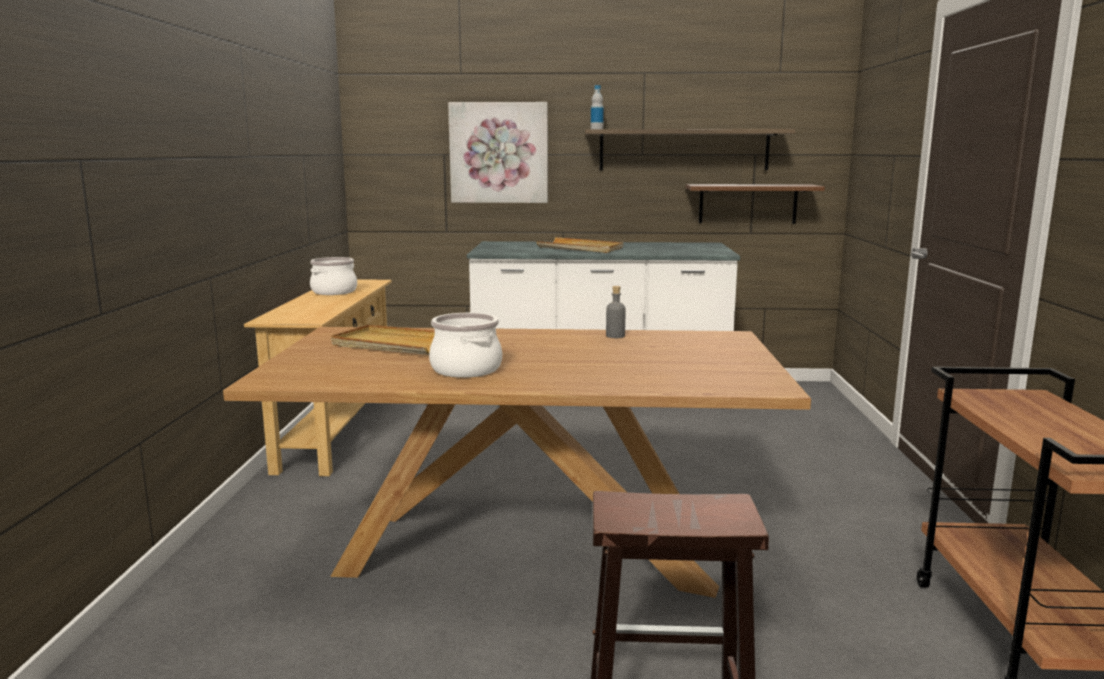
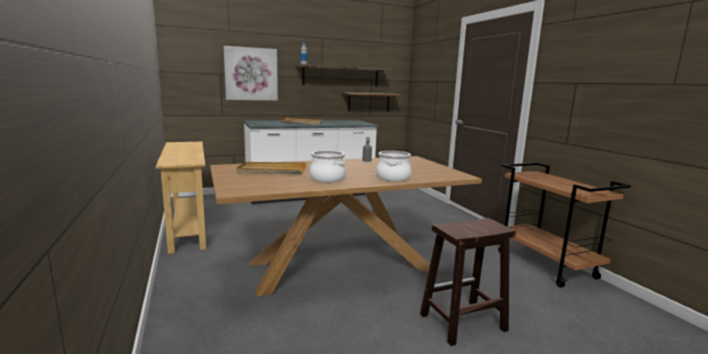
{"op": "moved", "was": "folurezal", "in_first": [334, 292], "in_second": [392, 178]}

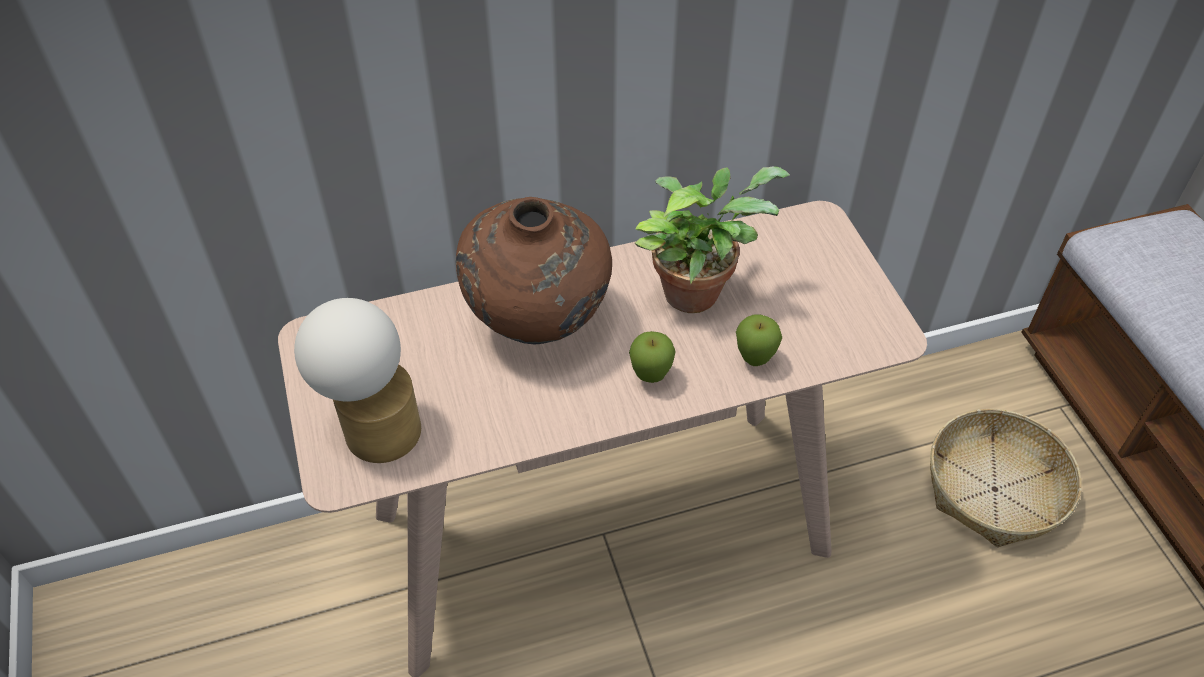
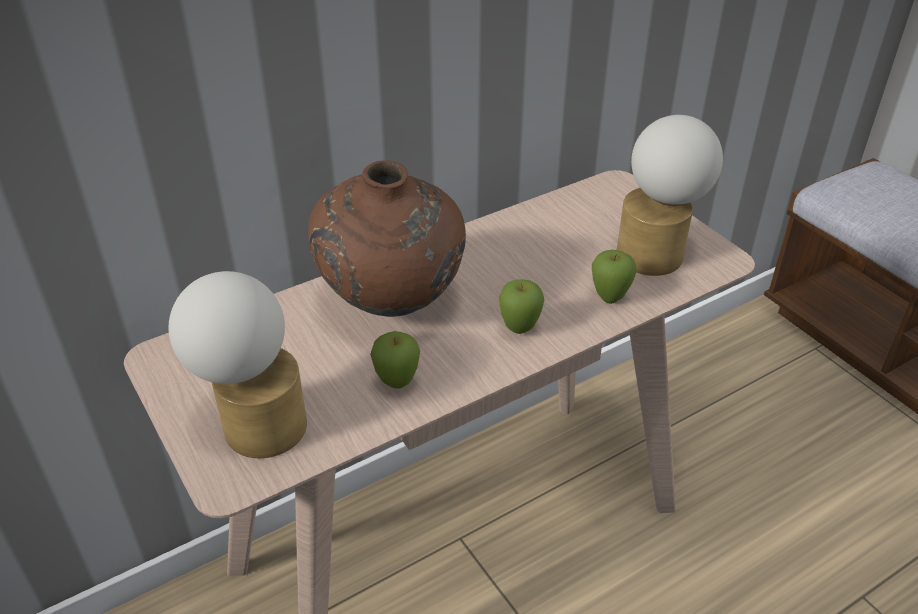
{"op": "removed", "was": "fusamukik", "in_first": [696, 289]}
{"op": "removed", "was": "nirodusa", "in_first": [995, 489]}
{"op": "added", "now": "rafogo", "in_second": [397, 384]}
{"op": "added", "now": "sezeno", "in_second": [658, 252]}

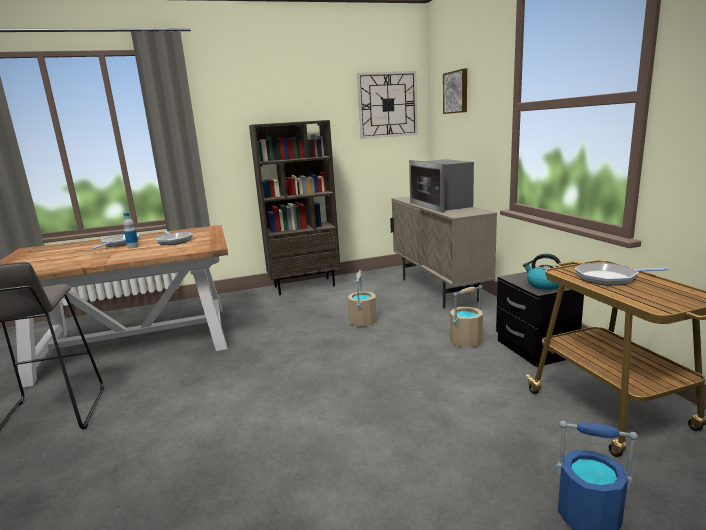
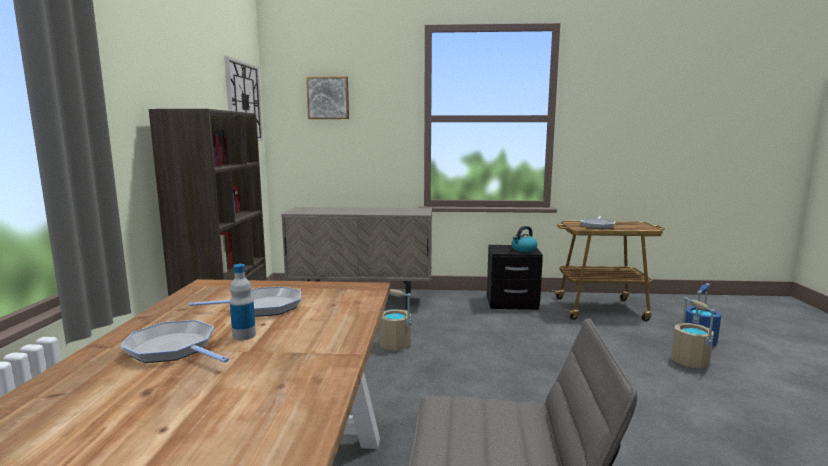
{"op": "removed", "was": "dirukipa", "in_first": [441, 205]}
{"op": "moved", "was": "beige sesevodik", "in_first": [466, 341], "in_second": [690, 361]}

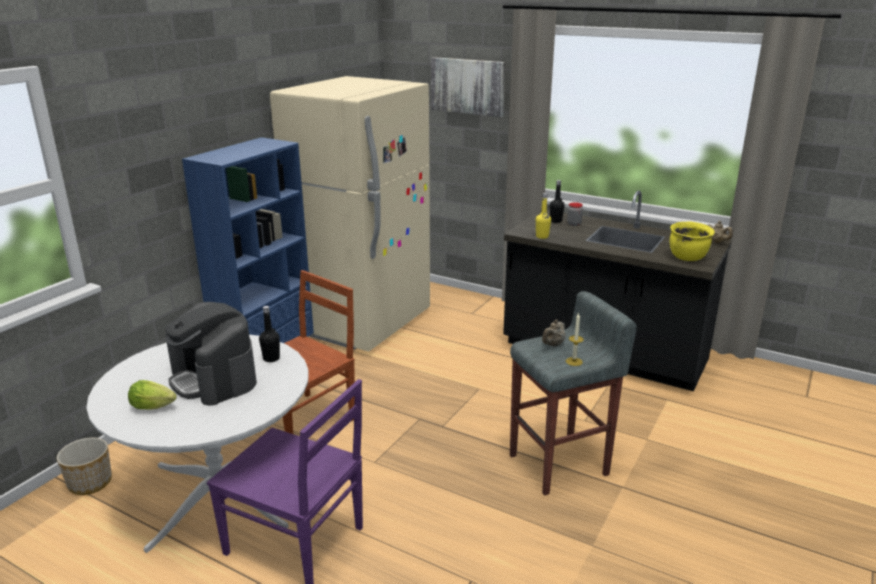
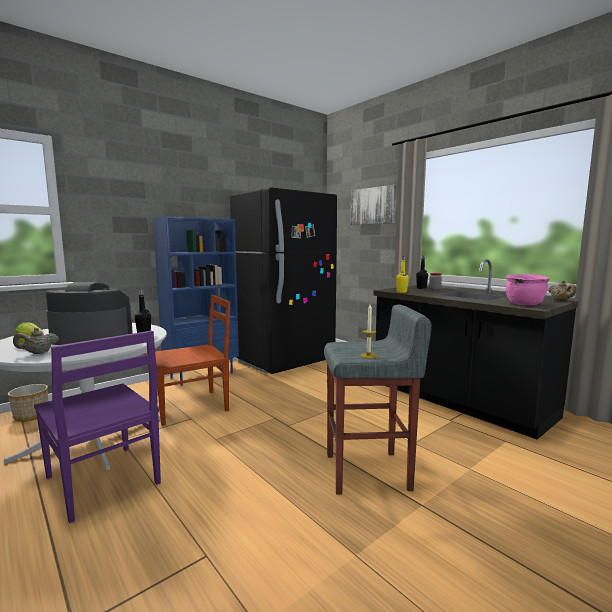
{"op": "turned", "was": "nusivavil", "in_first": [214, 379], "in_second": [92, 338], "clockwise": 105}
{"op": "recoloured", "was": "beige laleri", "now": "black laleri", "in_first": [363, 323], "in_second": [285, 361]}
{"op": "moved", "was": "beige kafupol", "in_first": [553, 345], "in_second": [38, 353]}
{"op": "recoloured", "was": "yellow folurezal", "now": "pink folurezal", "in_first": [688, 258], "in_second": [525, 304]}

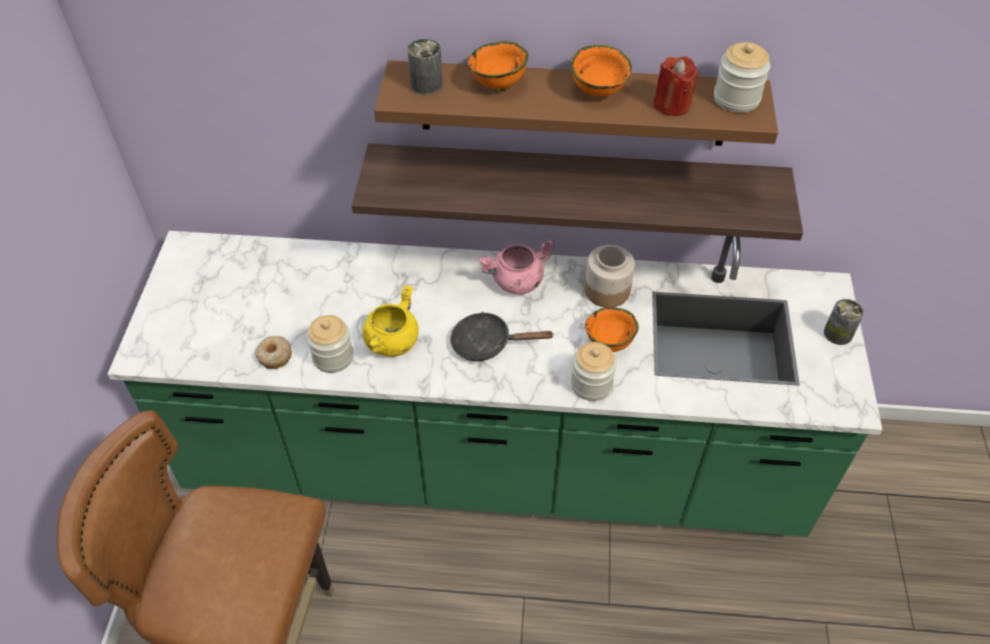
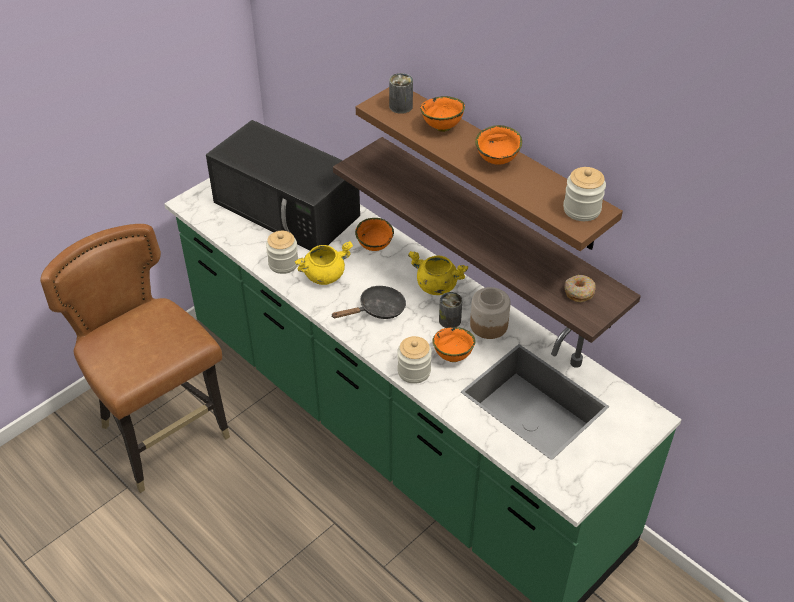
{"op": "moved", "was": "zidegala", "in_first": [274, 356], "in_second": [578, 292]}
{"op": "turned", "was": "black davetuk", "in_first": [487, 343], "in_second": [378, 310], "clockwise": 105}
{"op": "recoloured", "was": "pink folurezal", "now": "yellow folurezal", "in_first": [516, 282], "in_second": [436, 286]}
{"op": "removed", "was": "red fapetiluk", "in_first": [672, 104]}
{"op": "moved", "was": "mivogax", "in_first": [838, 333], "in_second": [450, 320]}
{"op": "added", "now": "black dirukipa", "in_second": [288, 209]}
{"op": "added", "now": "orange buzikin", "in_second": [375, 246]}

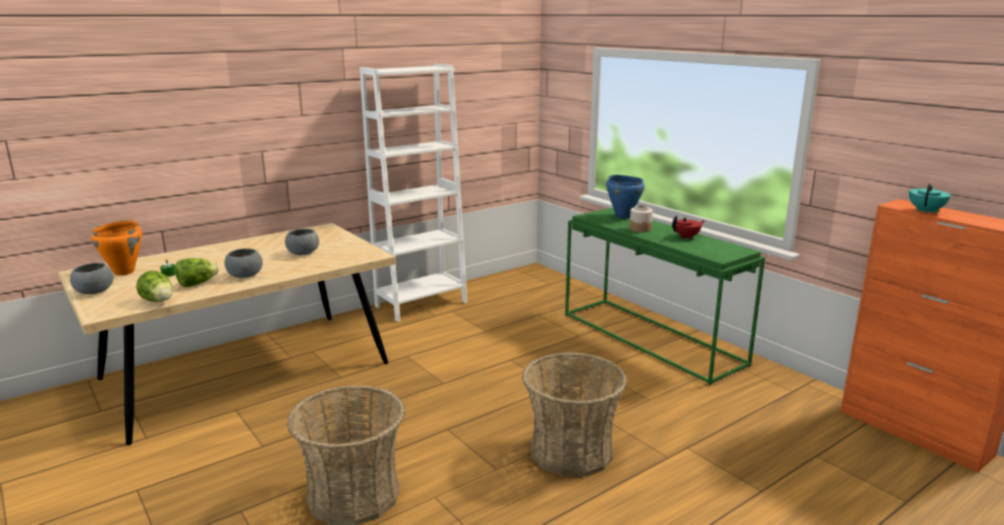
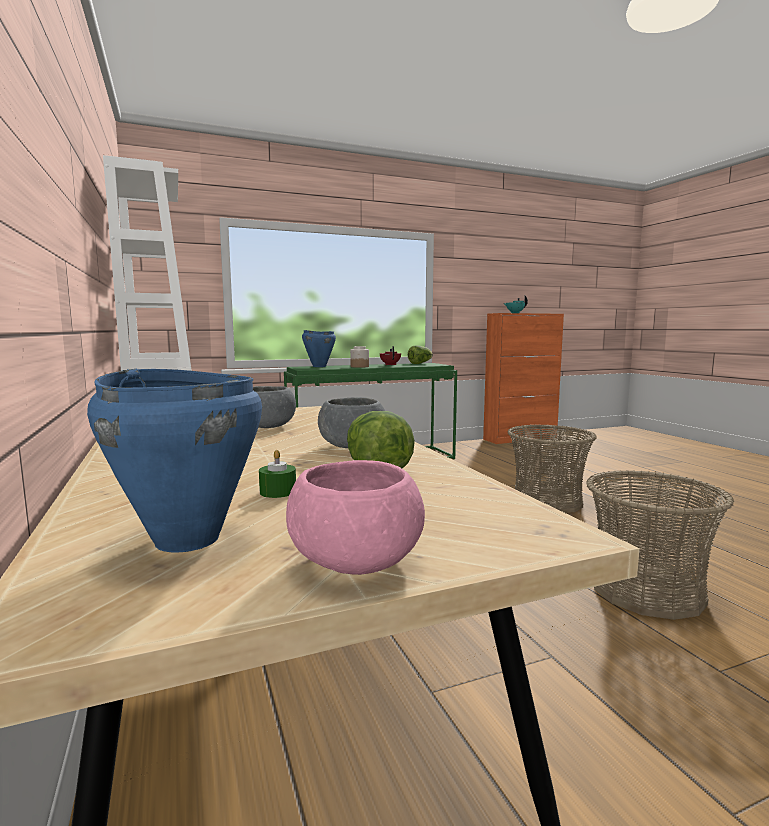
{"op": "recoloured", "was": "grey buzikin", "now": "pink buzikin", "in_first": [94, 291], "in_second": [355, 563]}
{"op": "recoloured", "was": "orange folurezal", "now": "blue folurezal", "in_first": [124, 272], "in_second": [187, 539]}
{"op": "moved", "was": "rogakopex", "in_first": [159, 301], "in_second": [420, 363]}

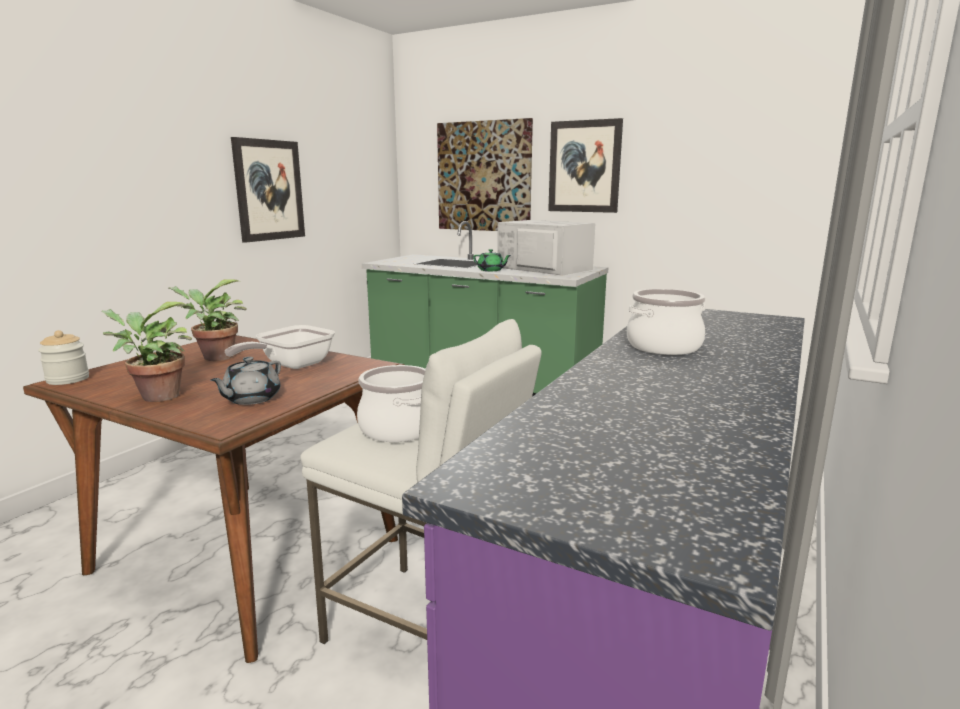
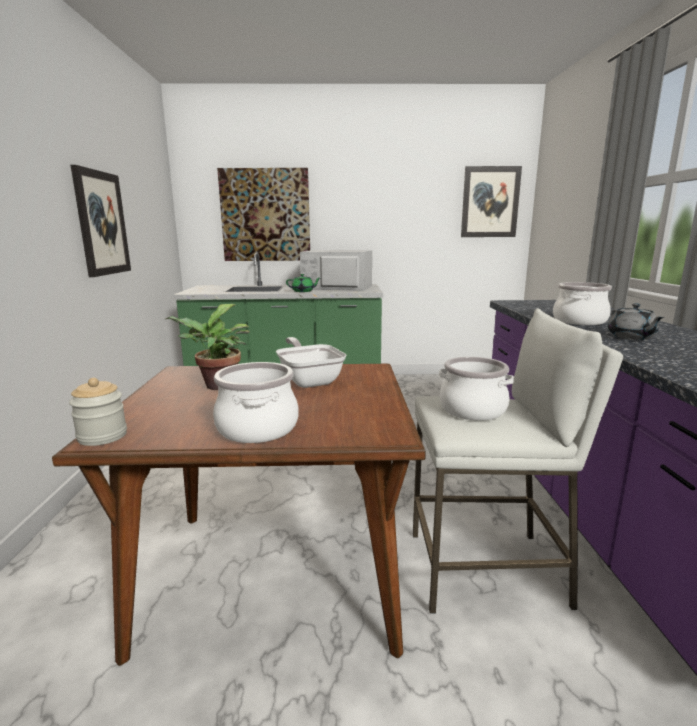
{"op": "replaced", "was": "fusamukik", "now": "folurezal", "in_first": [155, 396], "in_second": [256, 428]}
{"op": "moved", "was": "grey kafupol", "in_first": [251, 399], "in_second": [631, 337]}
{"op": "turned", "was": "davetuk", "in_first": [291, 365], "in_second": [309, 380], "clockwise": 150}
{"op": "moved", "was": "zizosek", "in_first": [584, 166], "in_second": [490, 202]}

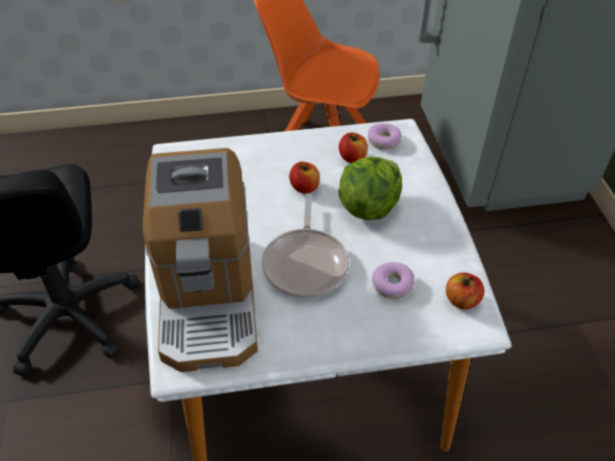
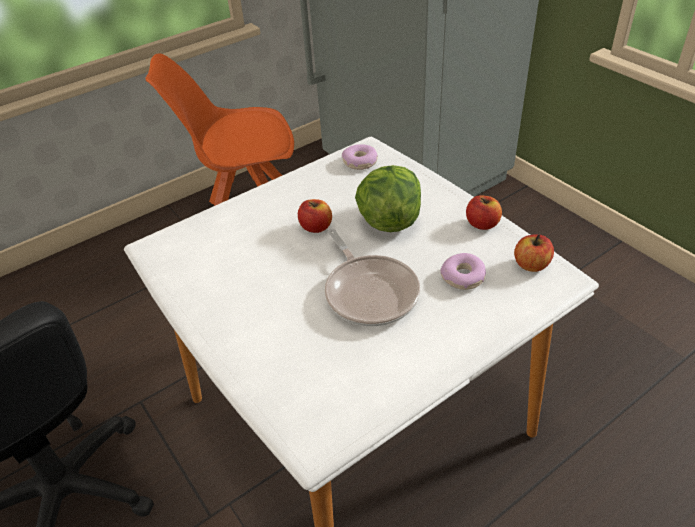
{"op": "removed", "was": "nusivavil", "in_first": [208, 297]}
{"op": "moved", "was": "rafogo", "in_first": [352, 158], "in_second": [482, 224]}

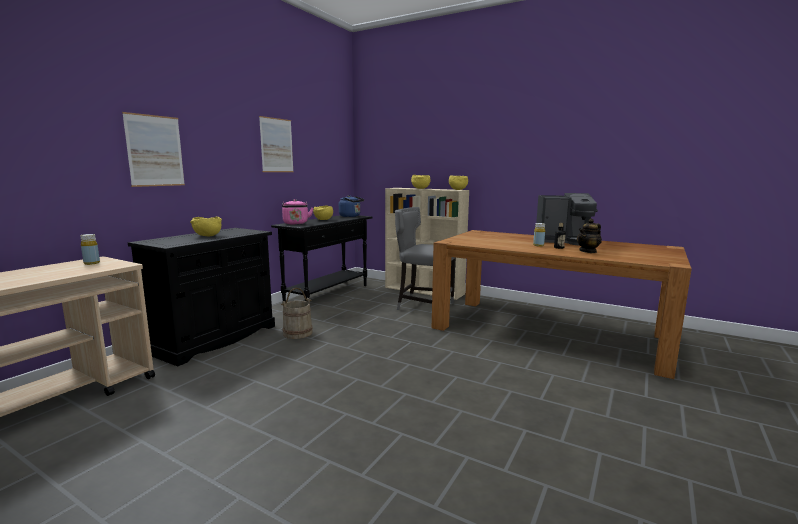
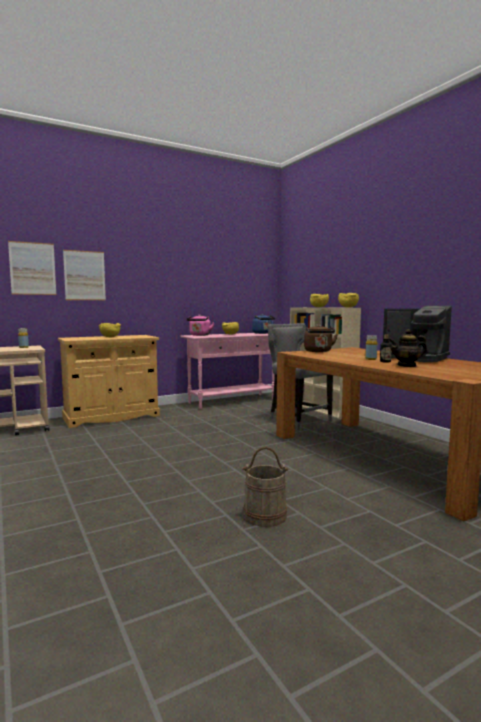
{"op": "recoloured", "was": "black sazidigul", "now": "beige sazidigul", "in_first": [214, 338], "in_second": [111, 417]}
{"op": "moved", "was": "zizosek", "in_first": [276, 145], "in_second": [32, 268]}
{"op": "recoloured", "was": "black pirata", "now": "pink pirata", "in_first": [328, 294], "in_second": [233, 401]}
{"op": "moved", "was": "beige sesevodik", "in_first": [297, 333], "in_second": [264, 516]}
{"op": "added", "now": "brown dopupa", "in_second": [318, 351]}

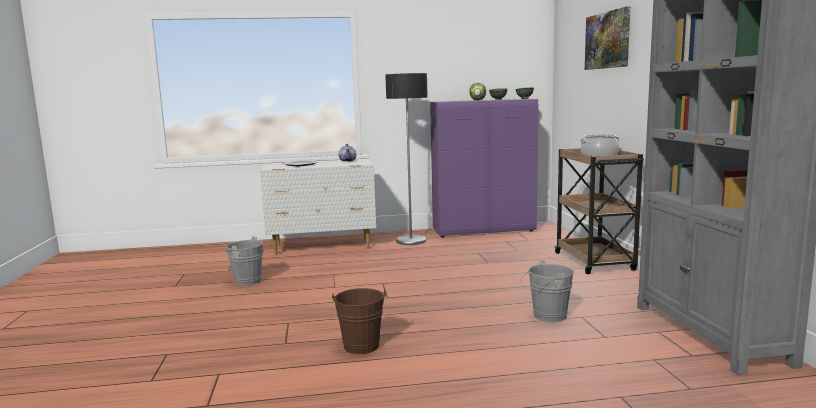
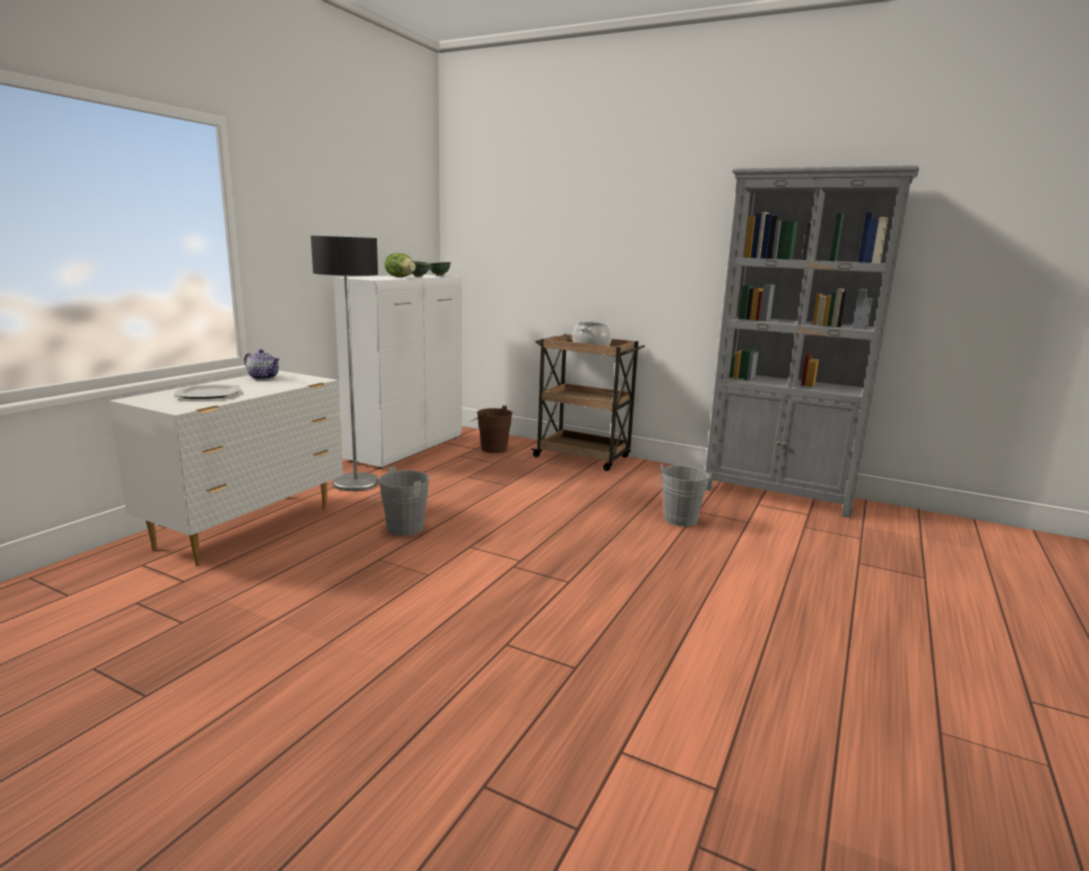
{"op": "moved", "was": "grey sesevodik", "in_first": [245, 281], "in_second": [401, 529]}
{"op": "moved", "was": "brown sesevodik", "in_first": [361, 344], "in_second": [491, 448]}
{"op": "recoloured", "was": "purple sazidigul", "now": "white sazidigul", "in_first": [484, 231], "in_second": [407, 448]}
{"op": "removed", "was": "zizosek", "in_first": [608, 40]}

